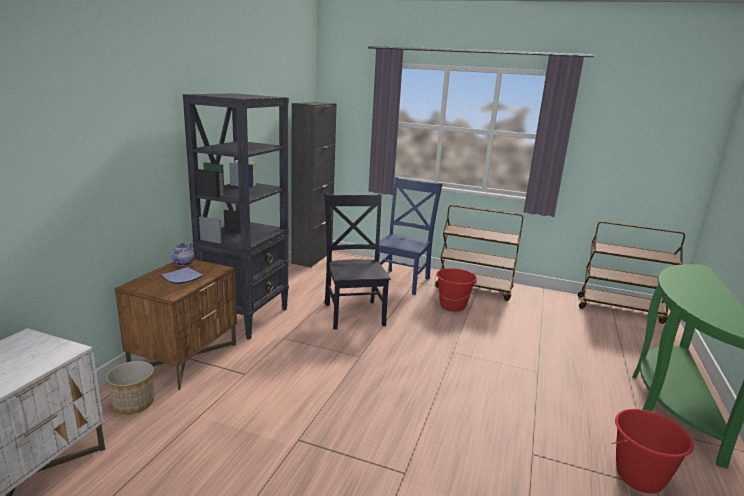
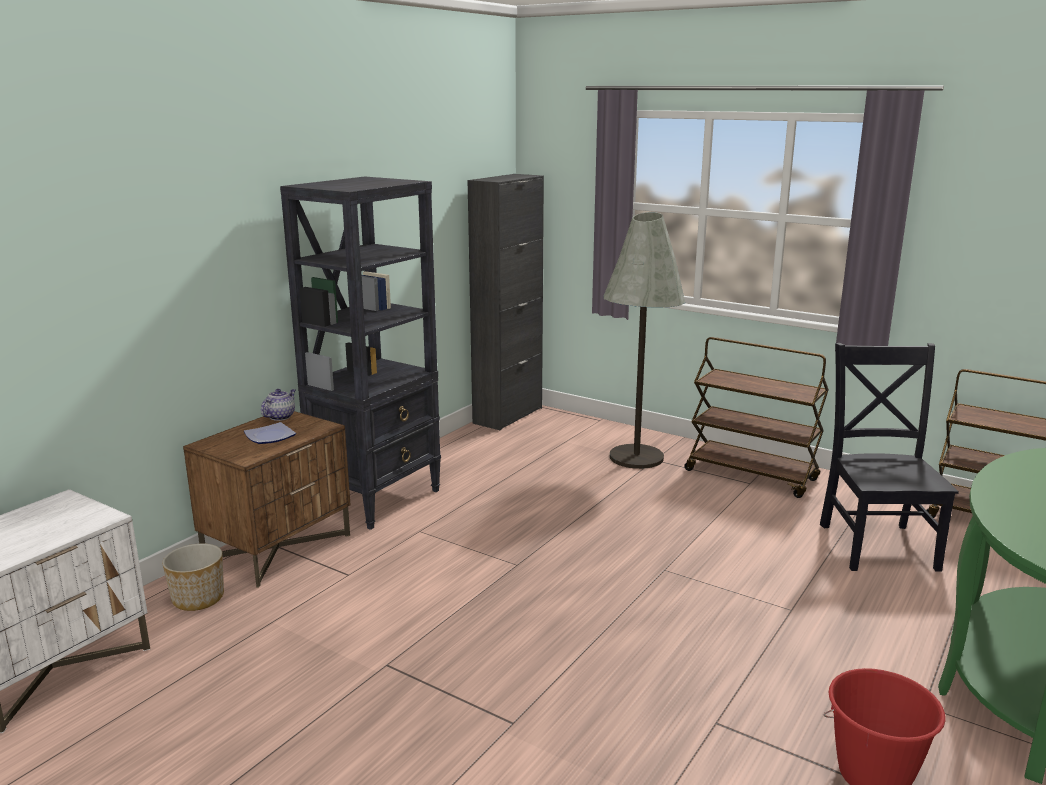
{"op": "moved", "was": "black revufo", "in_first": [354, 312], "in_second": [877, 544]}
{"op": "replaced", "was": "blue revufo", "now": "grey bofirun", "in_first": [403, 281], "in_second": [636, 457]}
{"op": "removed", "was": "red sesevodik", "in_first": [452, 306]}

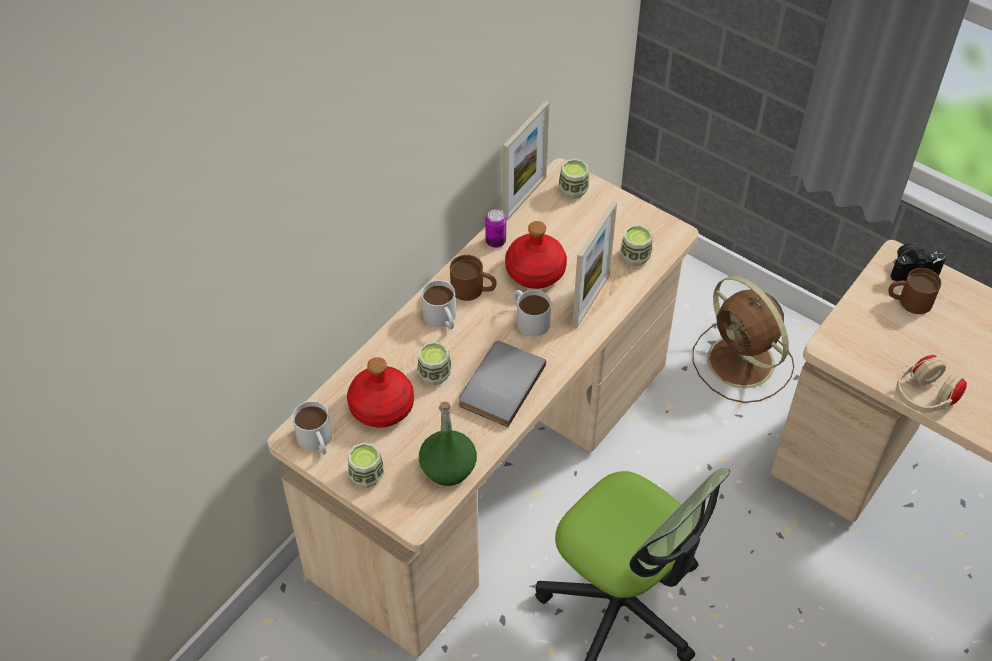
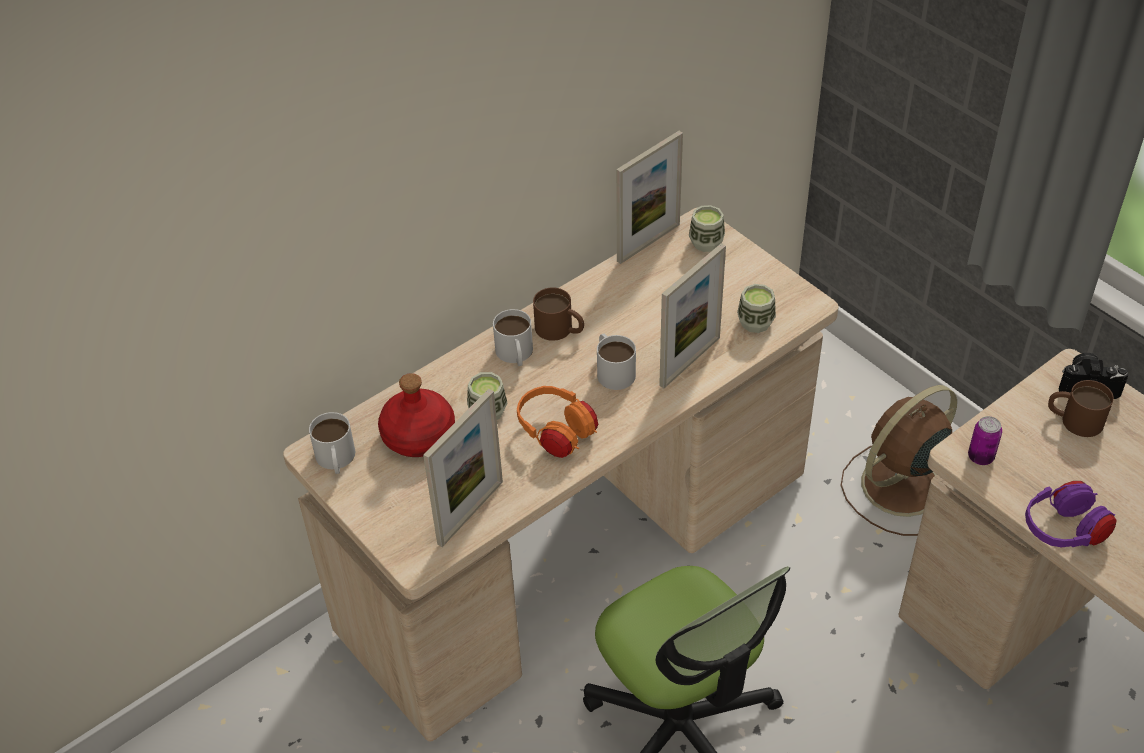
{"op": "removed", "was": "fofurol", "in_first": [366, 475]}
{"op": "replaced", "was": "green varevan", "now": "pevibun", "in_first": [448, 467], "in_second": [470, 512]}
{"op": "replaced", "was": "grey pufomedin", "now": "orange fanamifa", "in_first": [499, 384], "in_second": [556, 434]}
{"op": "moved", "was": "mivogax", "in_first": [495, 242], "in_second": [980, 457]}
{"op": "removed", "was": "red varevan", "in_first": [535, 272]}
{"op": "turned", "was": "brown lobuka", "in_first": [743, 363], "in_second": [898, 487], "clockwise": 75}
{"op": "recoloured", "was": "beige fanamifa", "now": "purple fanamifa", "in_first": [925, 397], "in_second": [1064, 531]}

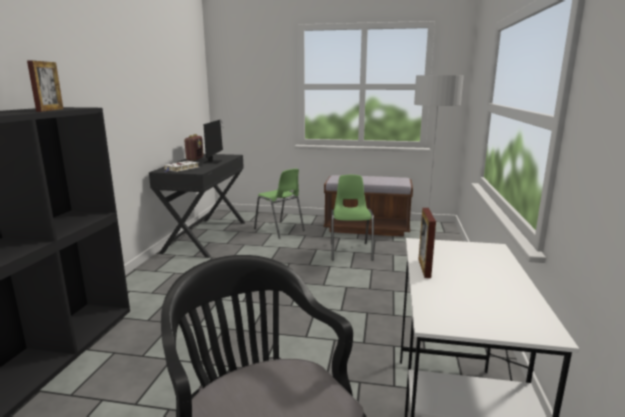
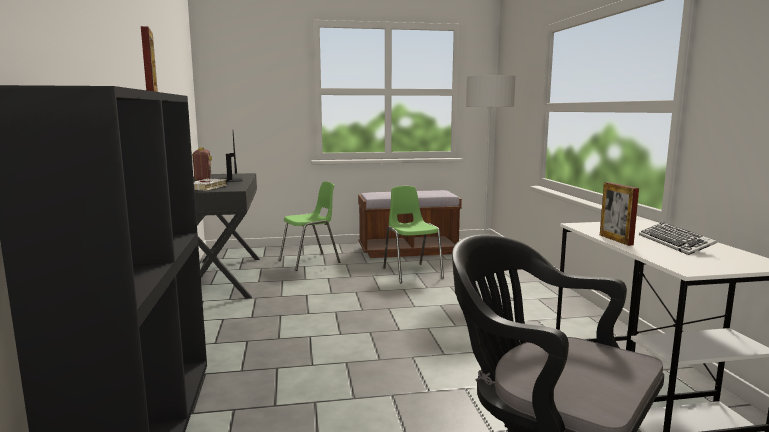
{"op": "turned", "was": "green revufo", "in_first": [279, 230], "in_second": [310, 261], "clockwise": -60}
{"op": "added", "now": "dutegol", "in_second": [675, 243]}

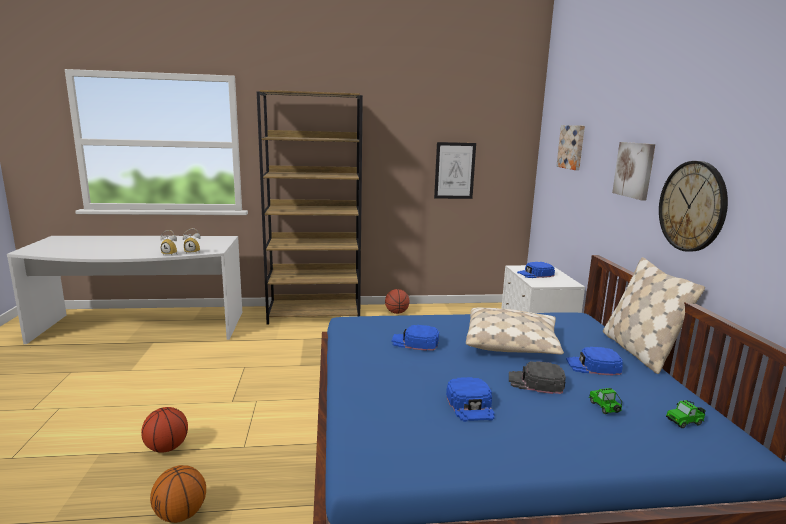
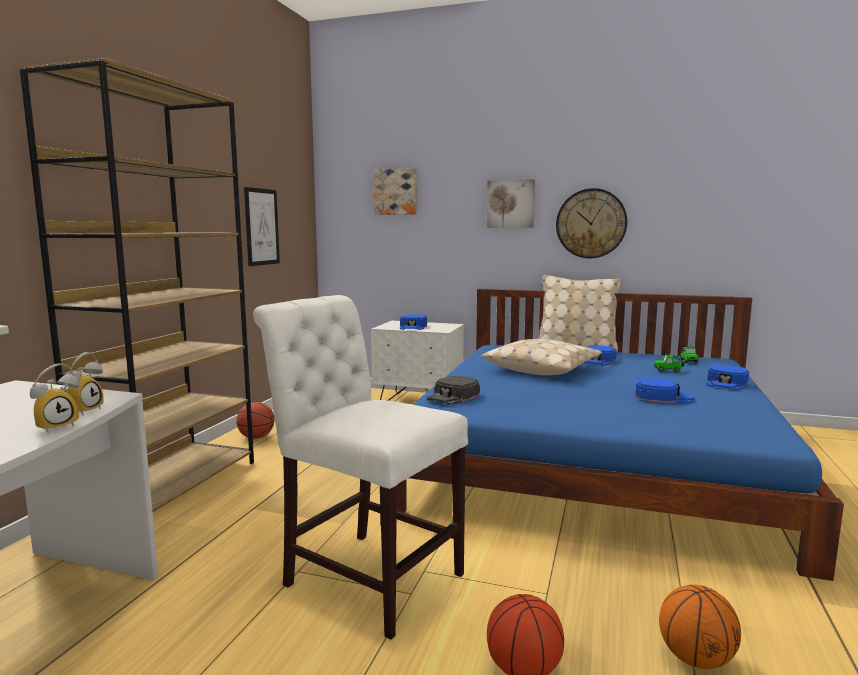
{"op": "moved", "was": "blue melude", "in_first": [415, 342], "in_second": [727, 383]}
{"op": "moved", "was": "black melude", "in_first": [536, 382], "in_second": [453, 396]}
{"op": "added", "now": "white revufo", "in_second": [367, 575]}

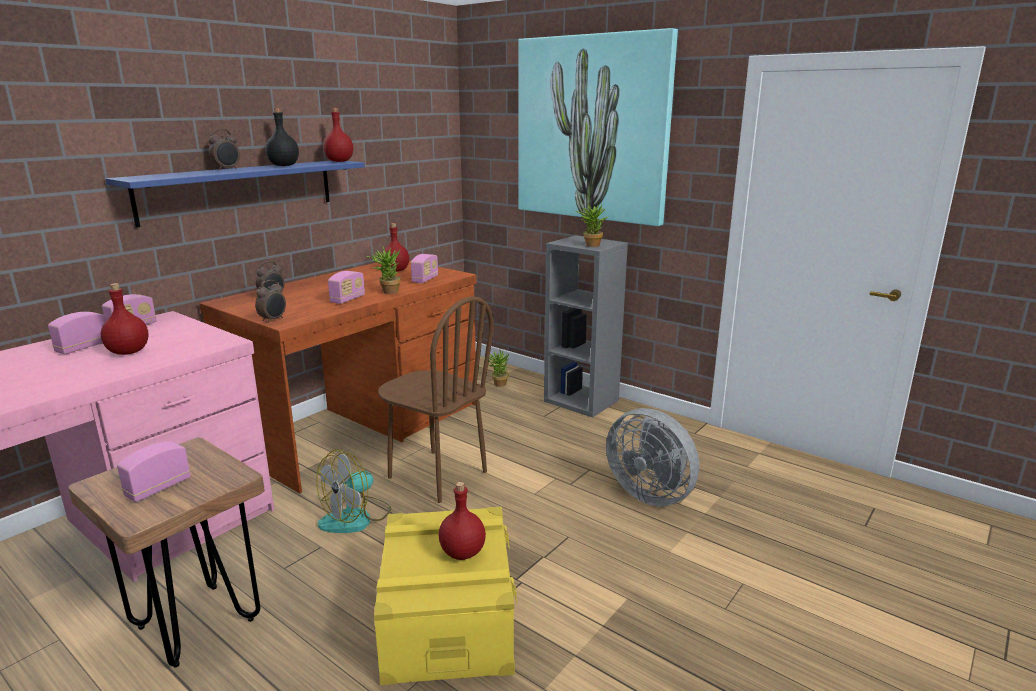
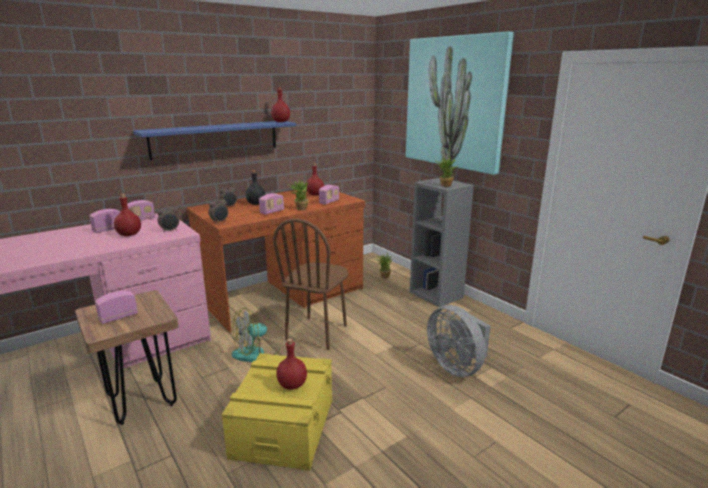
{"op": "moved", "was": "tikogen", "in_first": [227, 169], "in_second": [170, 231]}
{"op": "moved", "was": "black varevan", "in_first": [283, 165], "in_second": [255, 203]}
{"op": "turned", "was": "brown revufo", "in_first": [437, 475], "in_second": [317, 333], "clockwise": 60}

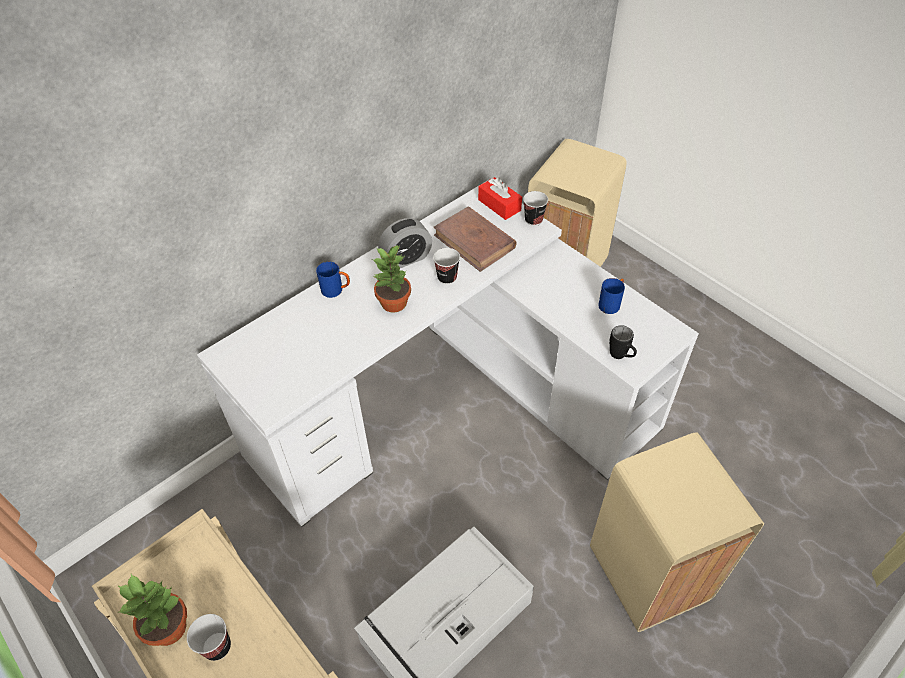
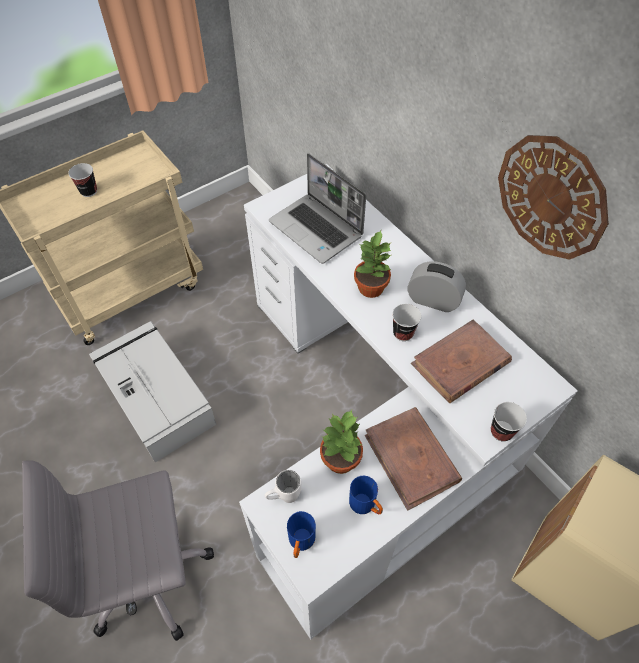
{"op": "moved", "was": "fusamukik", "in_first": [169, 627], "in_second": [341, 460]}
{"op": "moved", "was": "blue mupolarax", "in_first": [336, 290], "in_second": [300, 543]}
{"op": "turned", "was": "tikogen", "in_first": [406, 258], "in_second": [433, 300], "clockwise": 135}
{"op": "removed", "was": "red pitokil", "in_first": [499, 205]}
{"op": "replaced", "was": "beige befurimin", "now": "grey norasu", "in_first": [648, 575], "in_second": [151, 573]}
{"op": "recoloured", "was": "black mupolarax", "now": "white mupolarax", "in_first": [621, 357], "in_second": [283, 497]}
{"op": "added", "now": "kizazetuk", "in_second": [317, 229]}
{"op": "added", "now": "brown pufomedin", "in_second": [411, 459]}
{"op": "added", "now": "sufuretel", "in_second": [551, 197]}

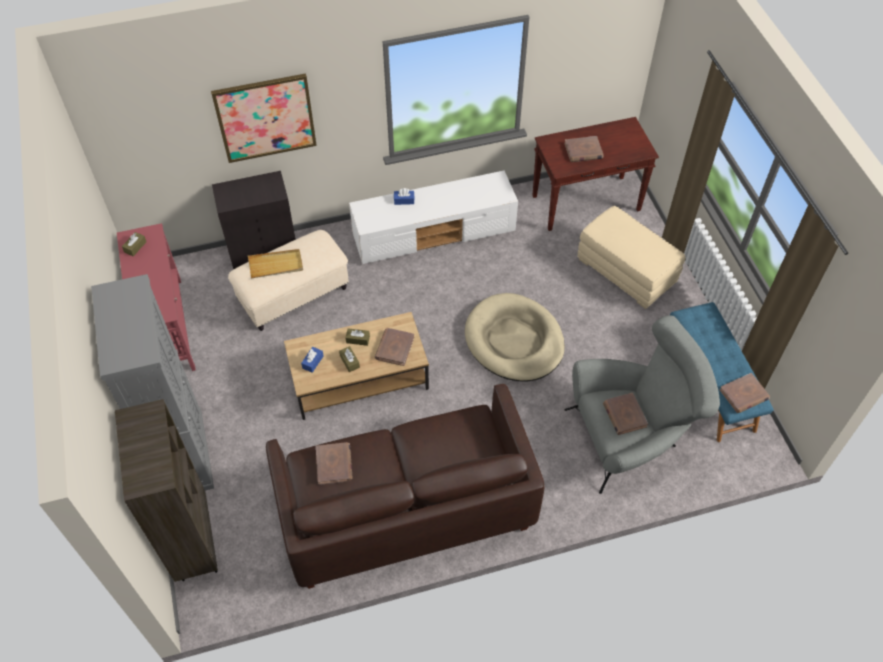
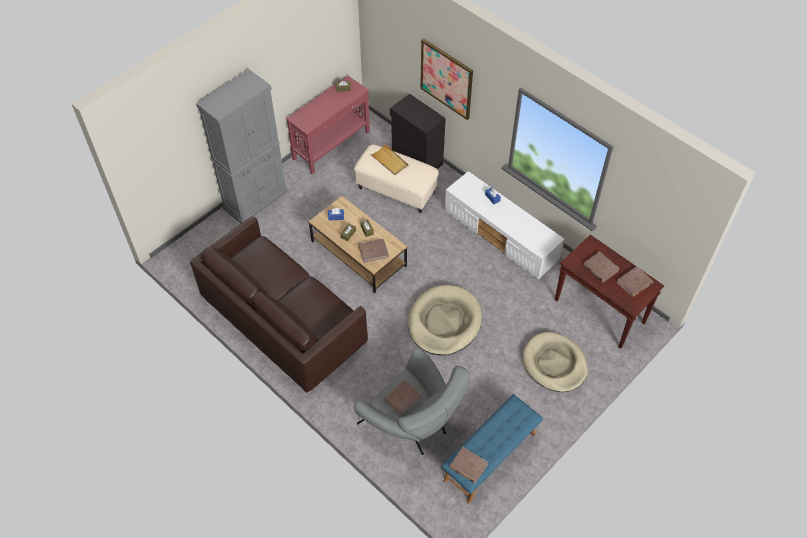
{"op": "removed", "was": "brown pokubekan", "in_first": [193, 543]}
{"op": "moved", "was": "brown pufomedin", "in_first": [334, 464], "in_second": [634, 283]}
{"op": "replaced", "was": "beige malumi", "now": "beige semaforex", "in_first": [627, 272], "in_second": [554, 364]}

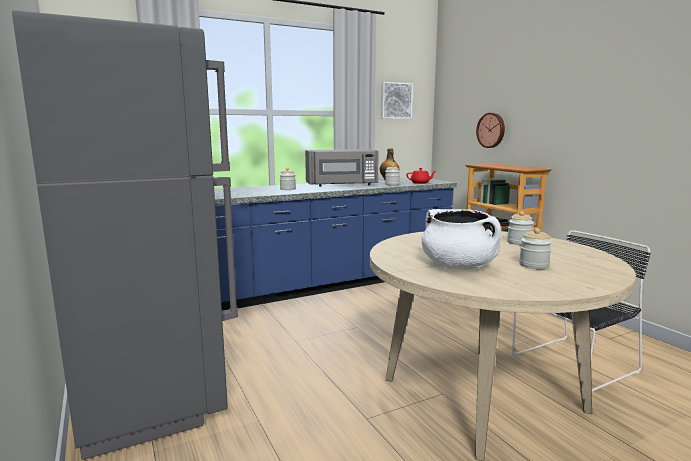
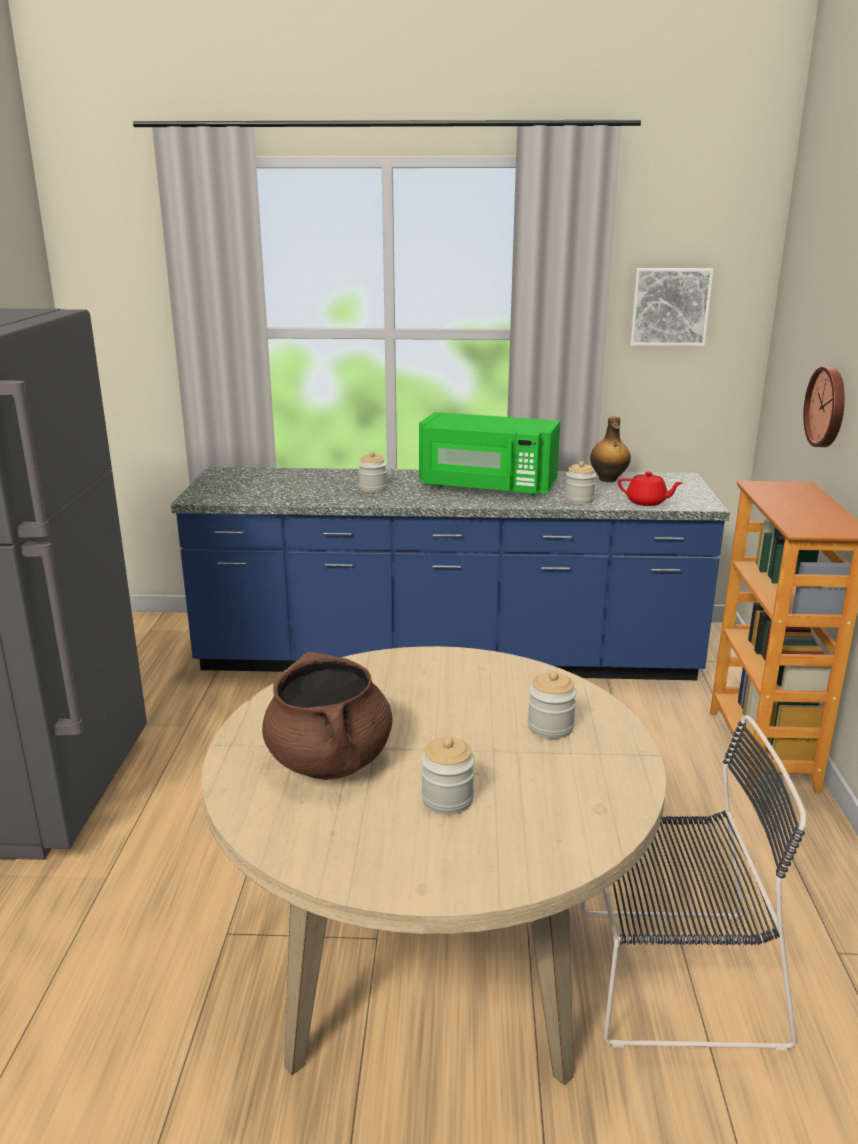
{"op": "recoloured", "was": "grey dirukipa", "now": "green dirukipa", "in_first": [342, 185], "in_second": [487, 487]}
{"op": "recoloured", "was": "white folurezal", "now": "brown folurezal", "in_first": [459, 266], "in_second": [330, 761]}

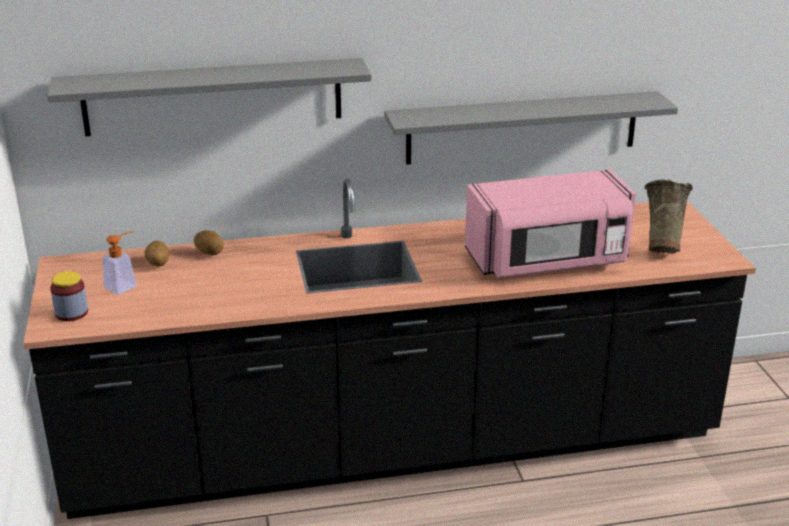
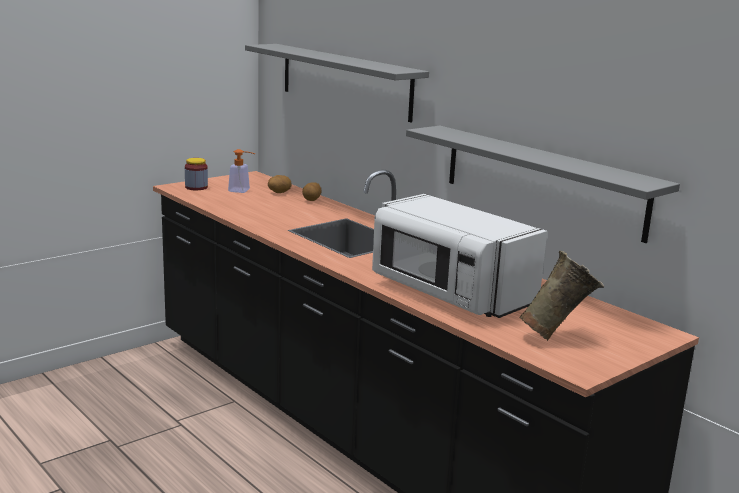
{"op": "recoloured", "was": "pink dirukipa", "now": "white dirukipa", "in_first": [548, 261], "in_second": [449, 293]}

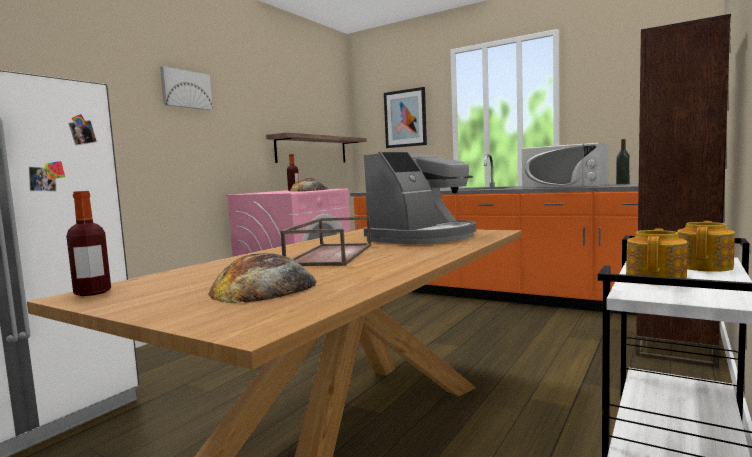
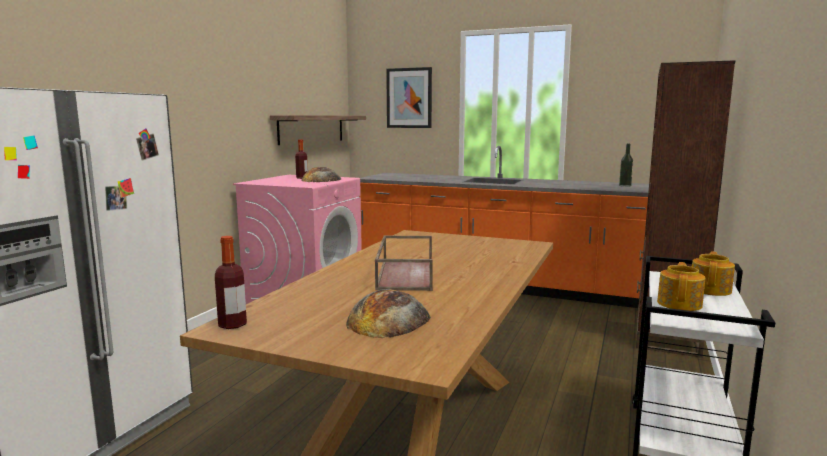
{"op": "removed", "was": "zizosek", "in_first": [185, 89]}
{"op": "removed", "was": "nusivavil", "in_first": [423, 237]}
{"op": "removed", "was": "white dirukipa", "in_first": [565, 186]}

